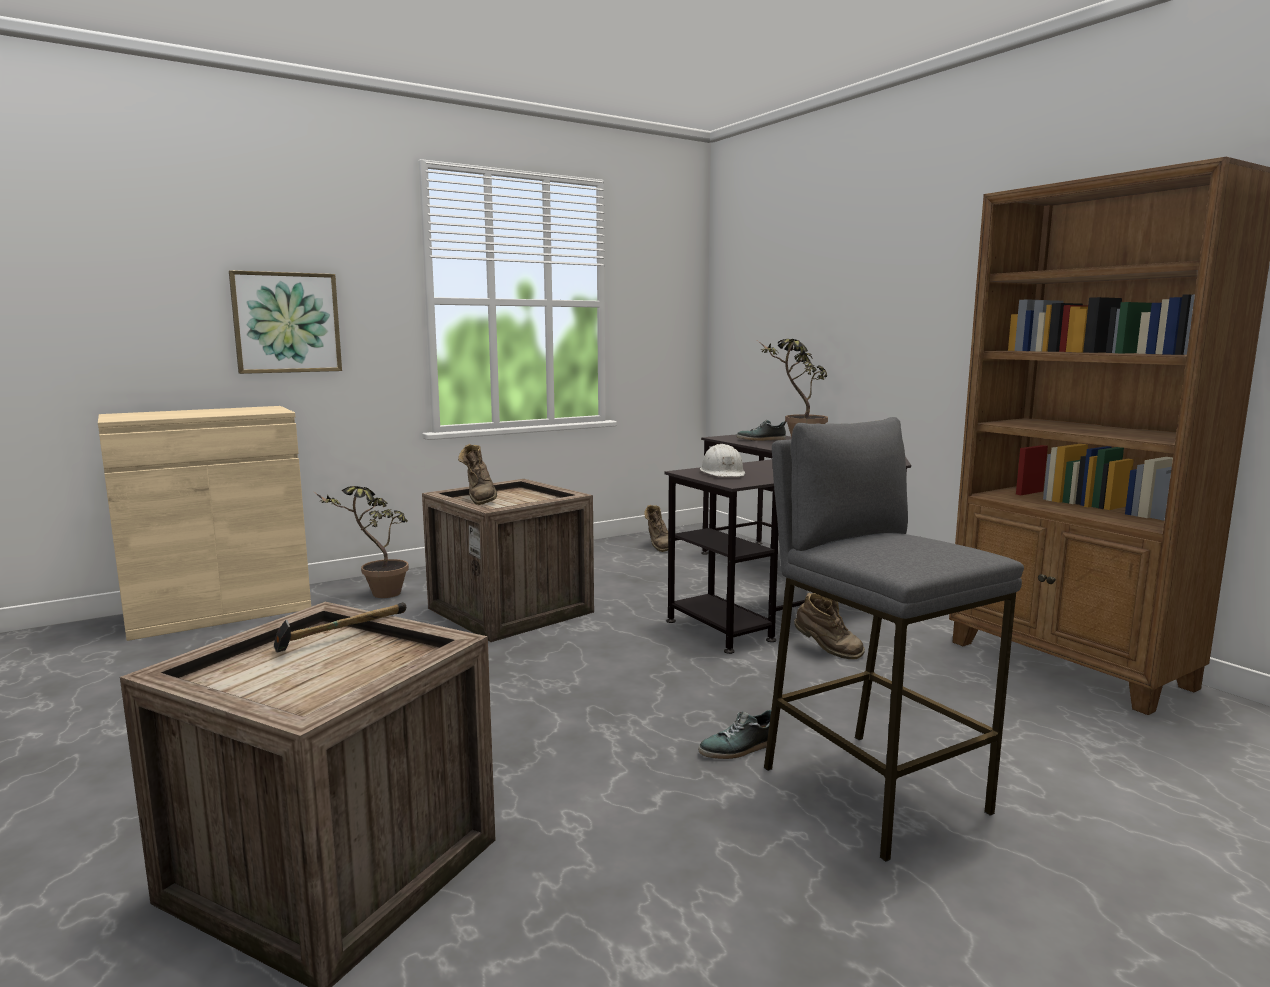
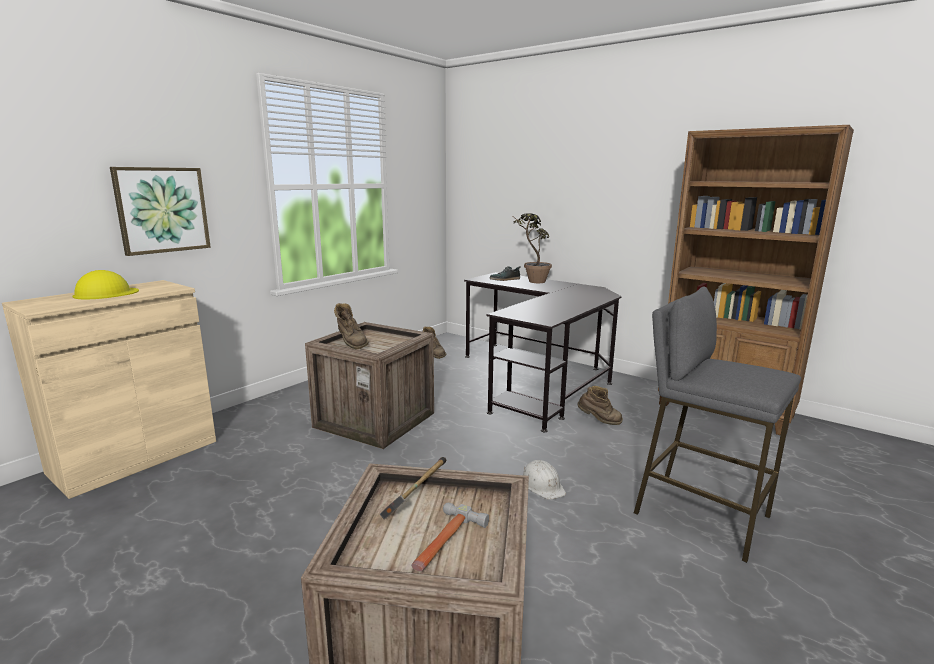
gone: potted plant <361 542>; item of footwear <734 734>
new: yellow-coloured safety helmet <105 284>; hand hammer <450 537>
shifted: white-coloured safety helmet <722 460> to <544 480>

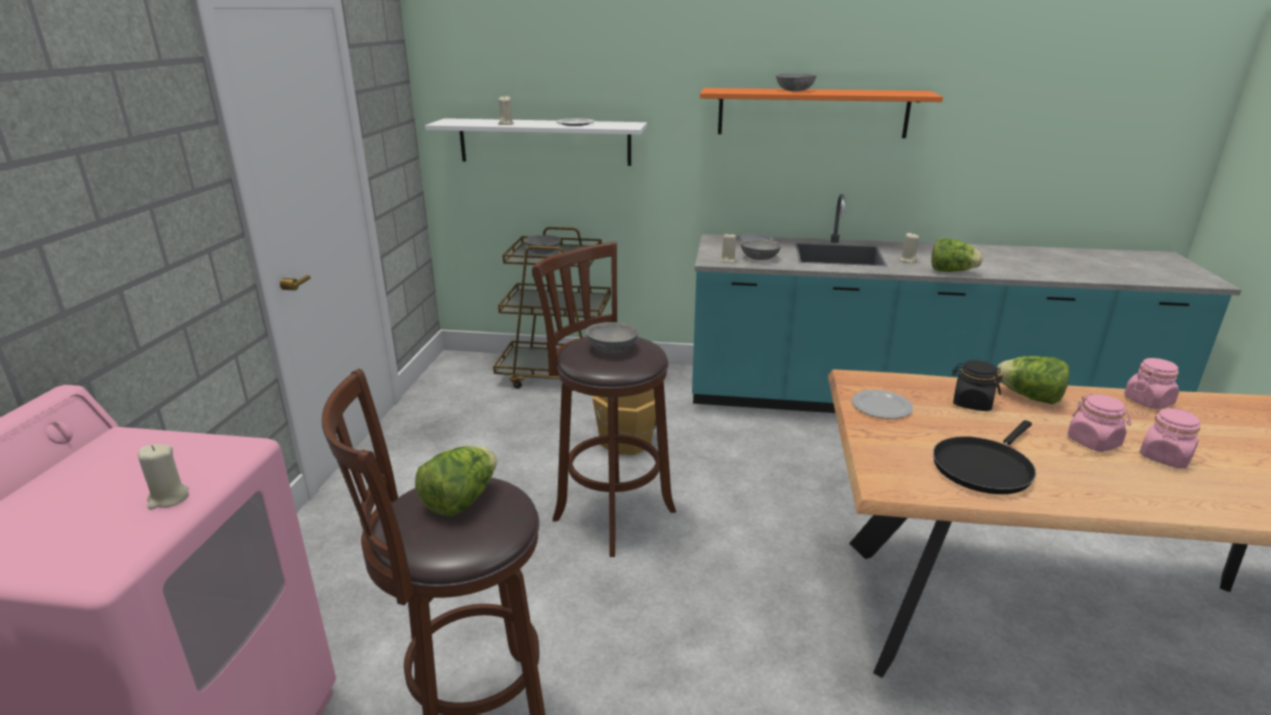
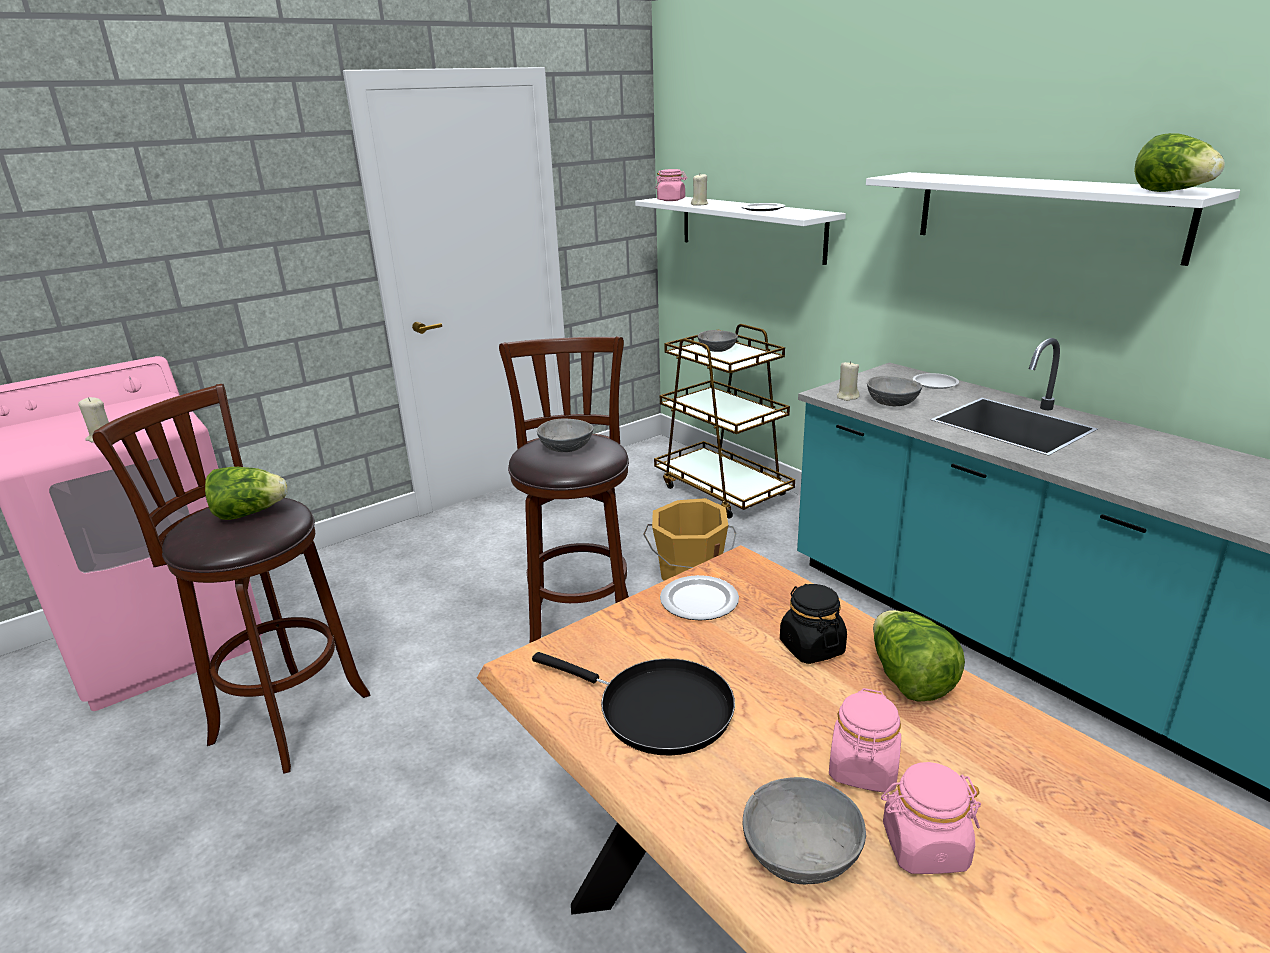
gone: beige wax candle <909 248>
shifted: pink jar <1151 383> to <671 185>; gray deep dish <796 82> to <804 830>; lettuce head <957 255> to <1179 162>
repainted: orangey bracket shelf <821 113> to white-coloured bracket shelf <1053 219>
rotated: blackish pan <984 457> = <633 704> 150 degrees counterclockwise

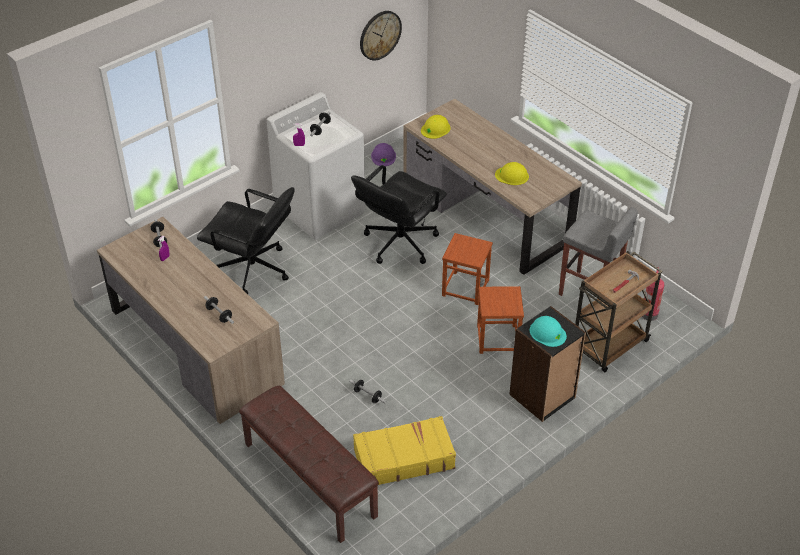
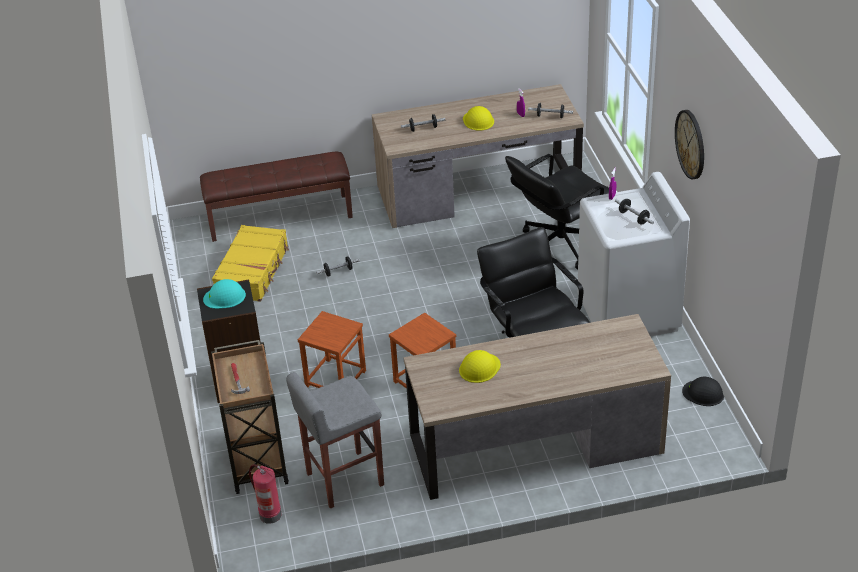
shifted: yellow-coloured safety helmet <436 127> to <478 118>; hanging clock <381 35> to <689 145>
repainted: purplish safety helmet <383 154> to blackish safety helmet <703 391>

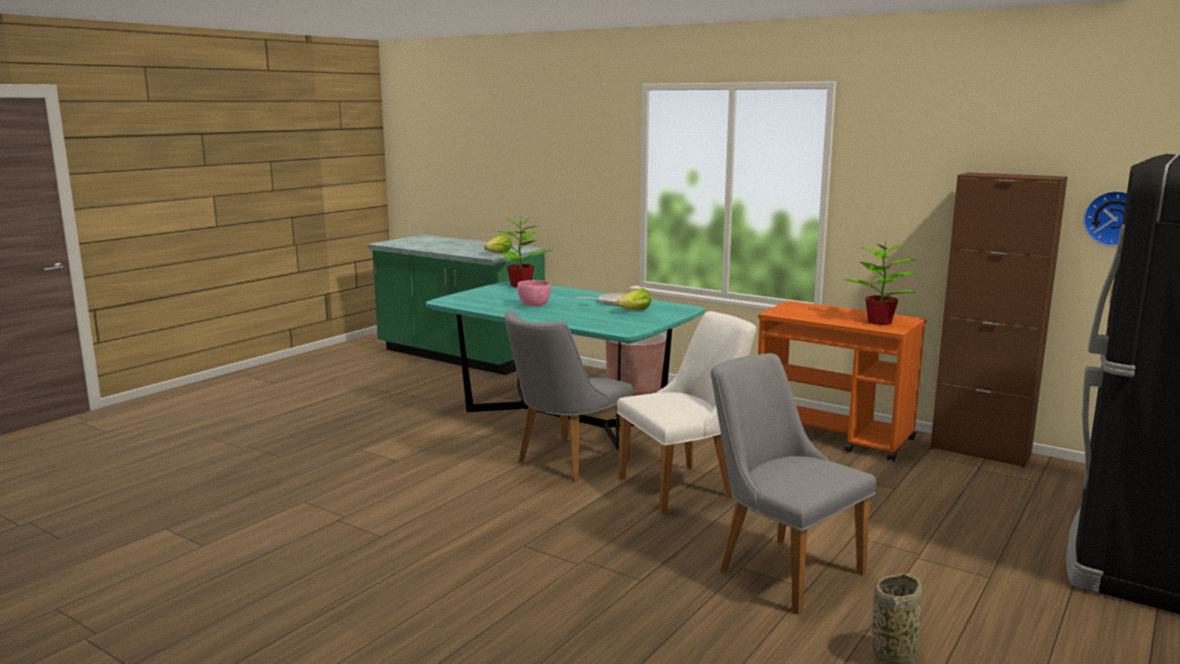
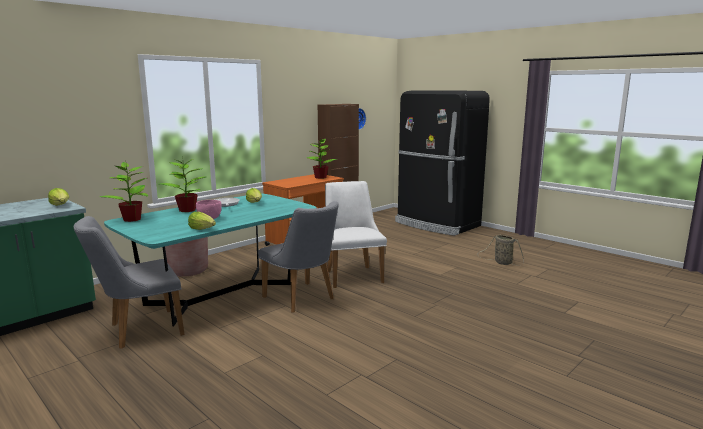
new: potted plant <183 184>; lettuce head <202 221>
shifted: gray chair <793 483> to <129 282>

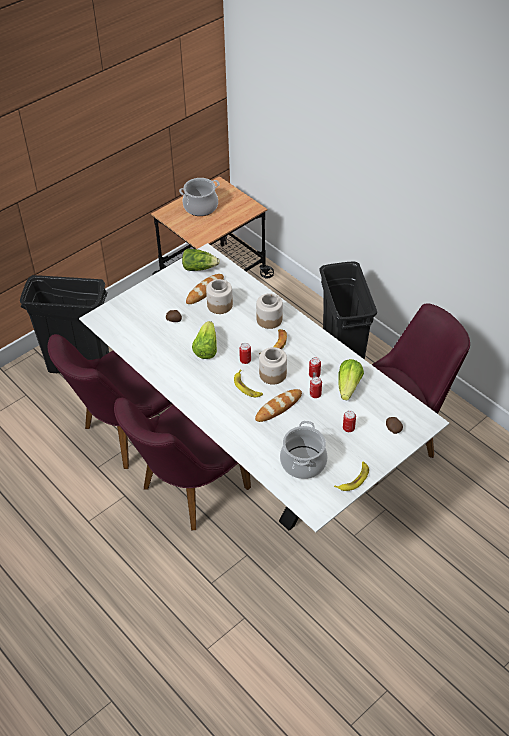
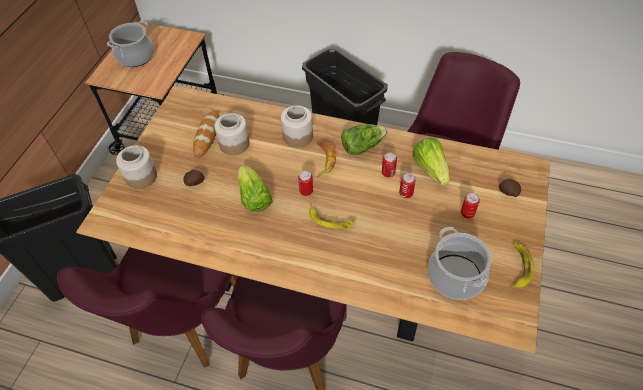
gone: bakery bread <278 405>
shifted: jar <273 365> to <136 167>; lettuce head <201 260> to <364 139>
repainted: white-coloured dinner table <264 387> to brown dinner table <313 220>

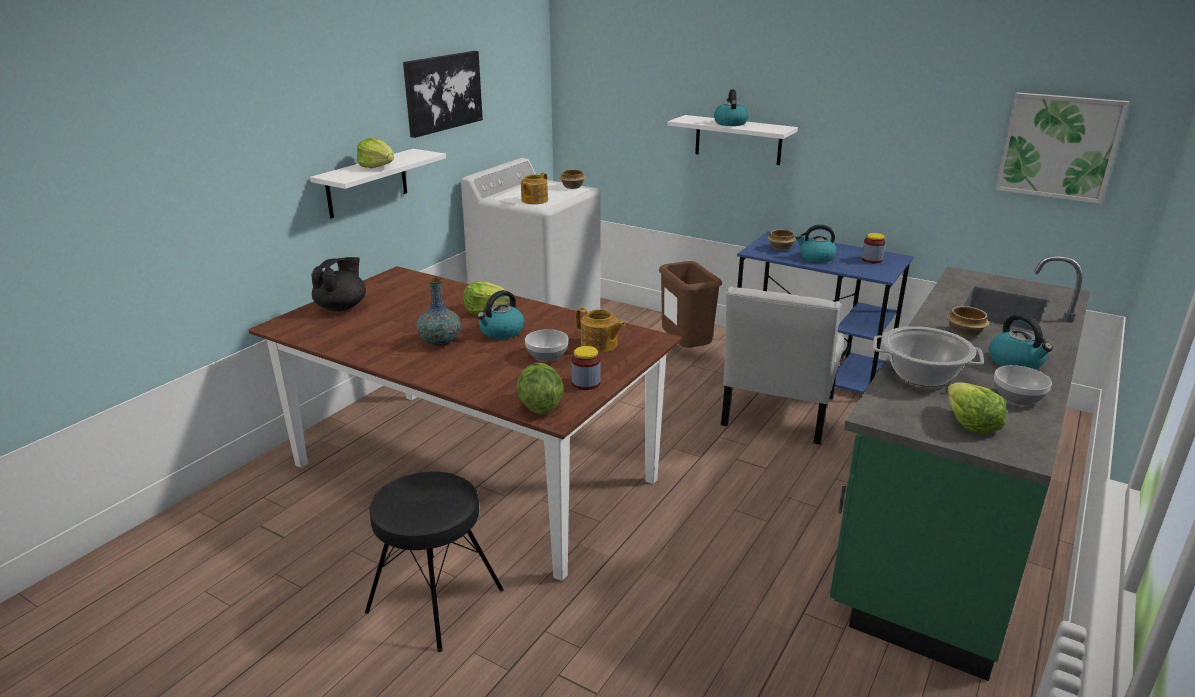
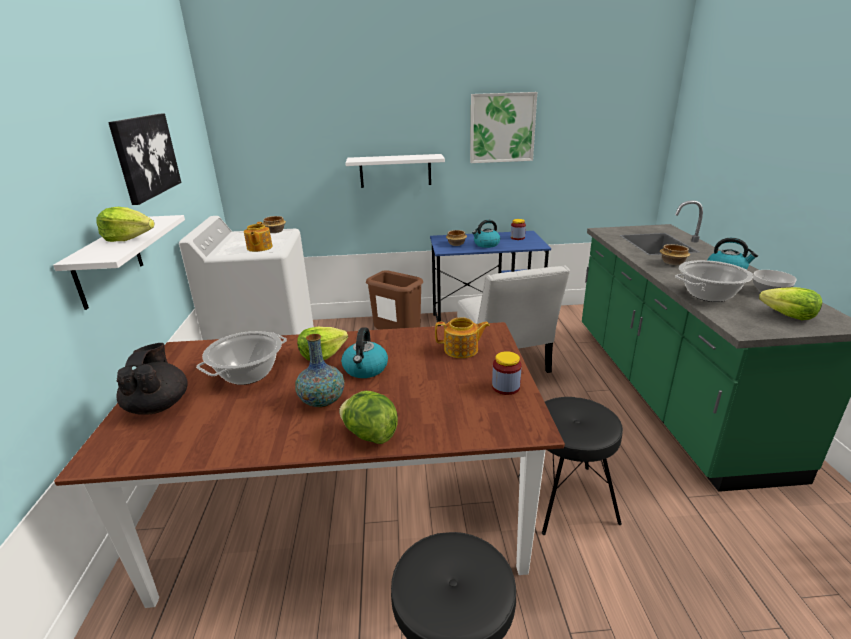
gone: deep dish <547 345>; tea kettle <731 107>
new: cooking pot <241 358>; blackish sitting stool <570 466>
shifted: lettuce head <540 388> to <368 417>; wall picture <1062 148> to <503 127>

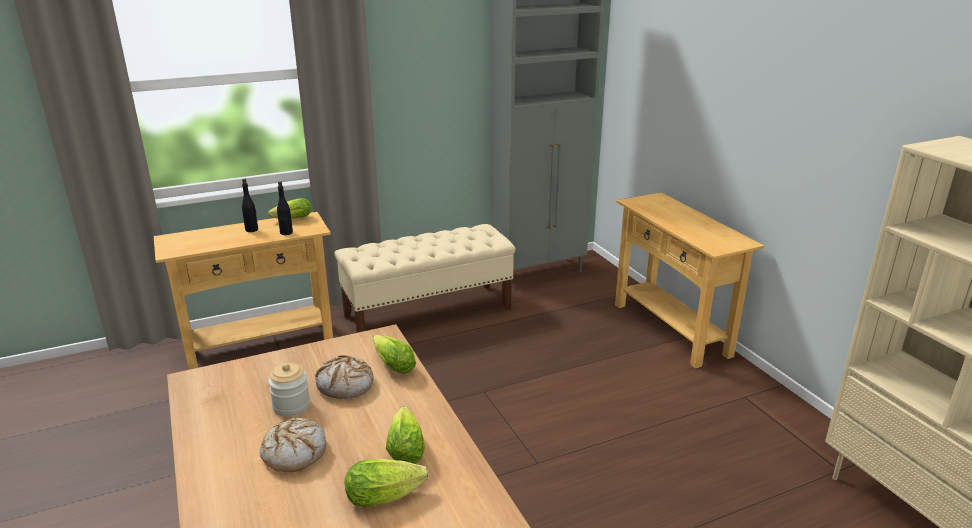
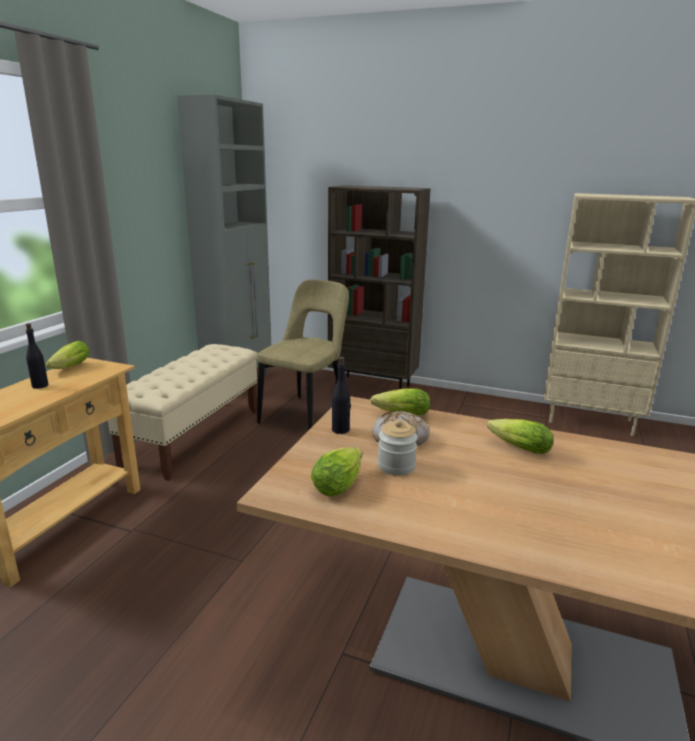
gone: bakery bread <293 445>
new: beige chair <303 355>
shifted: lettuce head <386 483> to <337 471>; blackish drink bottle <285 208> to <341 395>
swapped: beige hall table <689 280> to brown shelving unit <379 287>

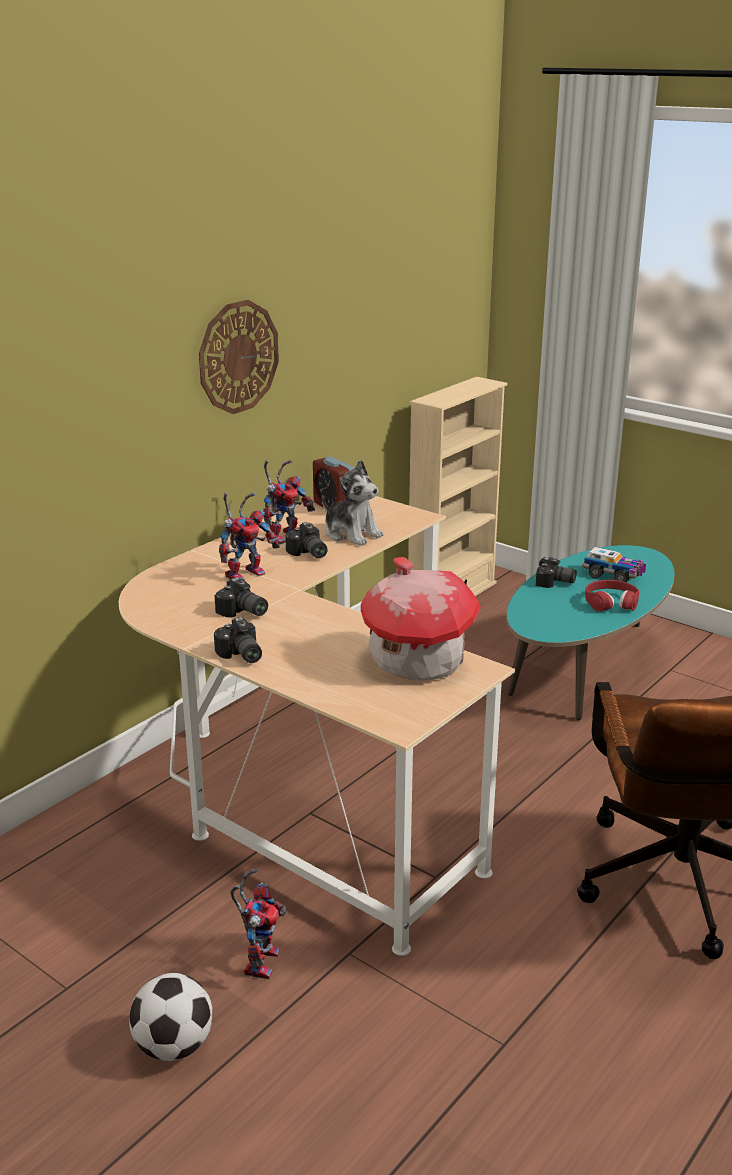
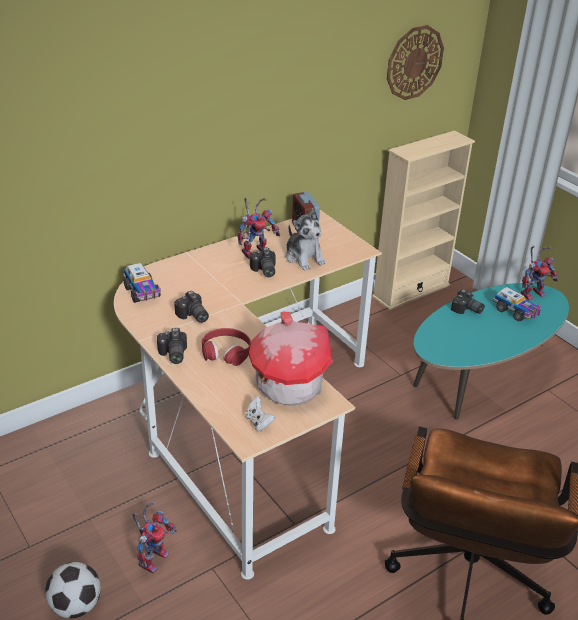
new: toy lorry <142 283>; white-coloured gamepad <260 413>
shifted: red pair of headphones <612 596> to <226 347>; hanging clock <239 357> to <415 62>; toy robot <249 537> to <539 273>

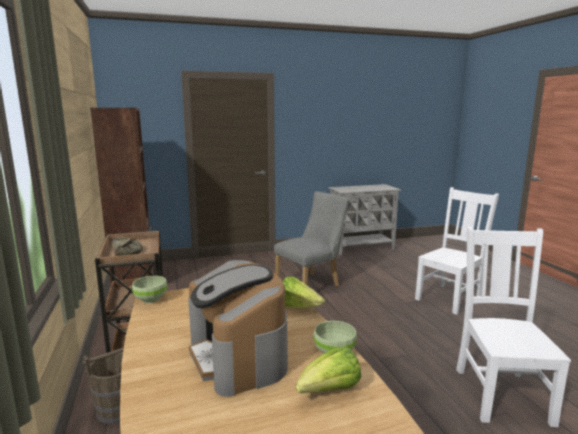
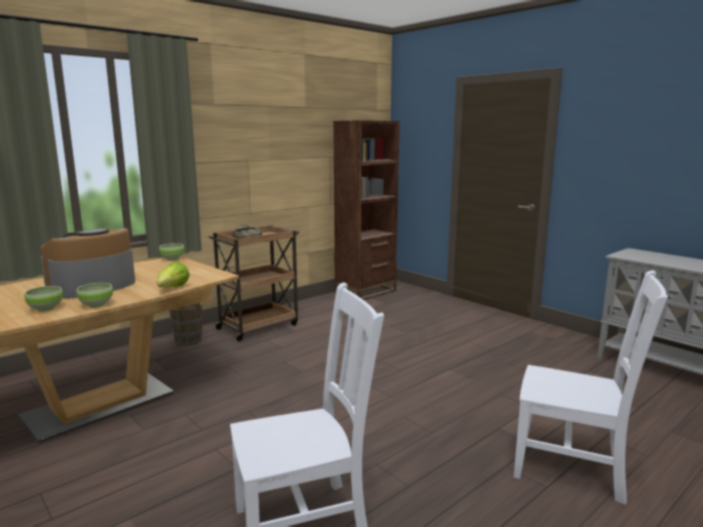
gone: gray chair <311 239>
swapped: lettuce head <328 370> to green deep dish <43 299>

